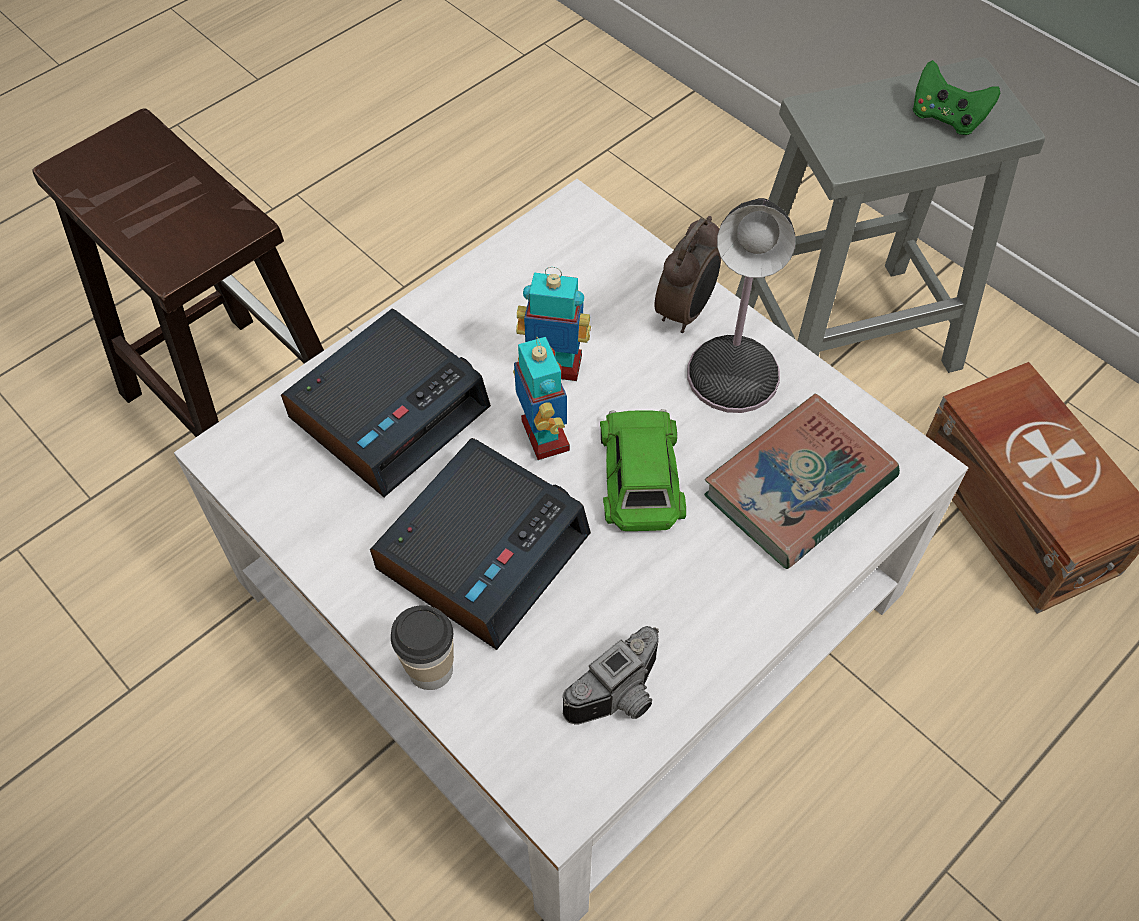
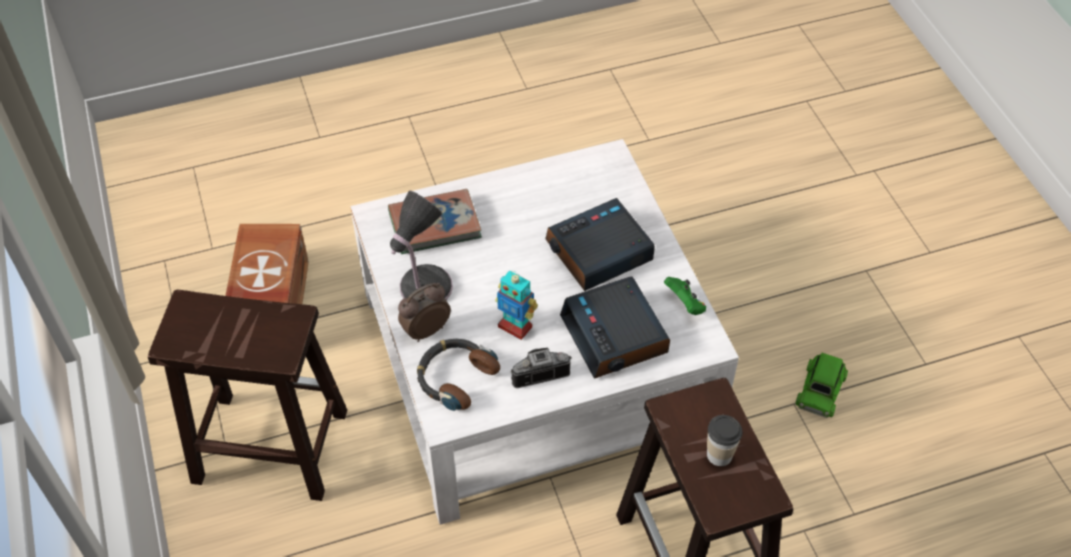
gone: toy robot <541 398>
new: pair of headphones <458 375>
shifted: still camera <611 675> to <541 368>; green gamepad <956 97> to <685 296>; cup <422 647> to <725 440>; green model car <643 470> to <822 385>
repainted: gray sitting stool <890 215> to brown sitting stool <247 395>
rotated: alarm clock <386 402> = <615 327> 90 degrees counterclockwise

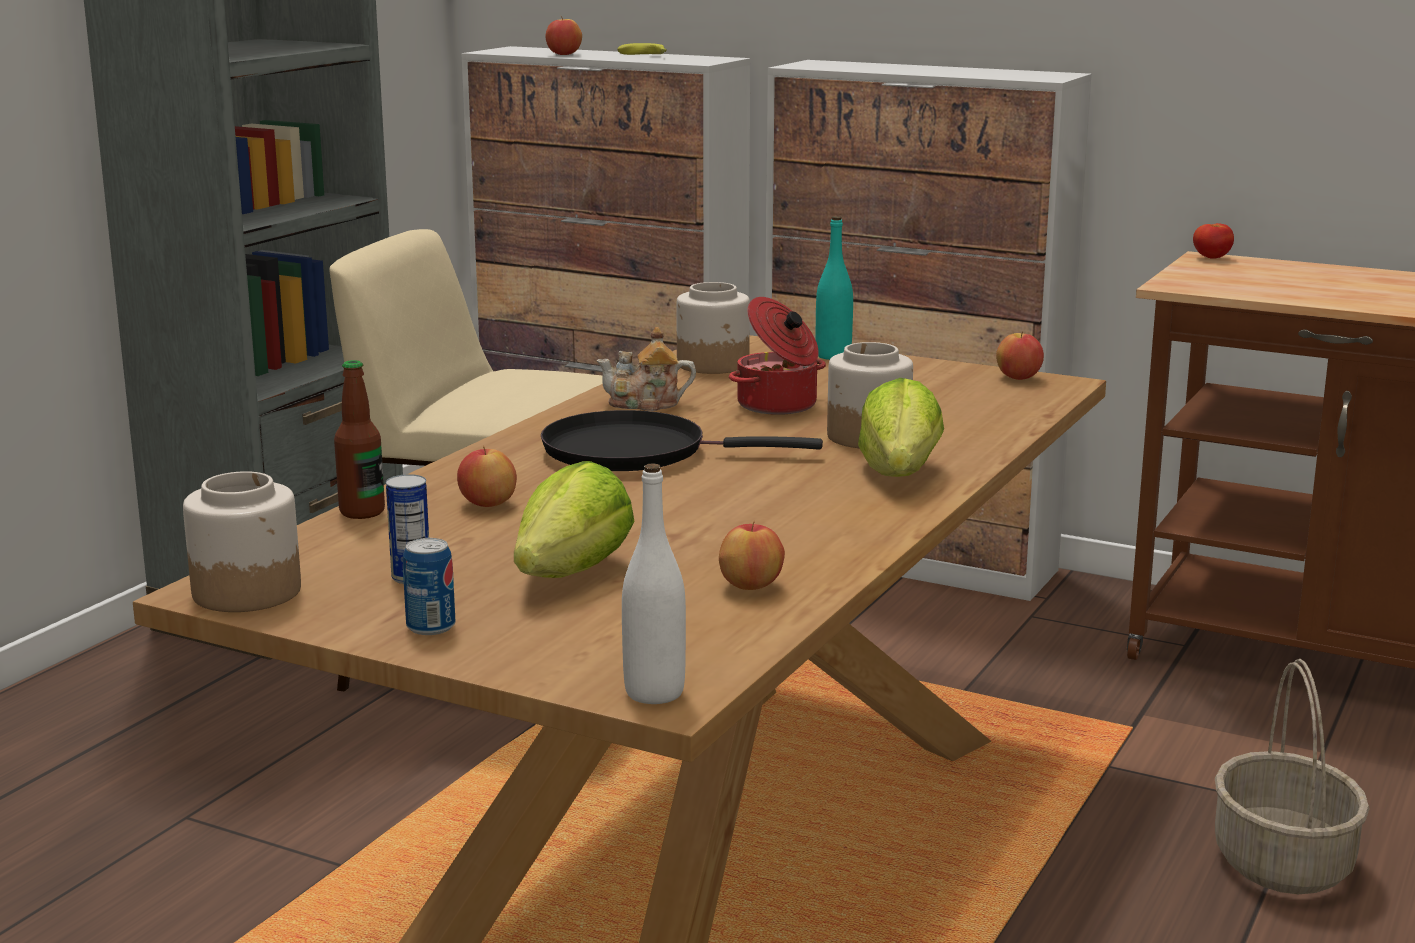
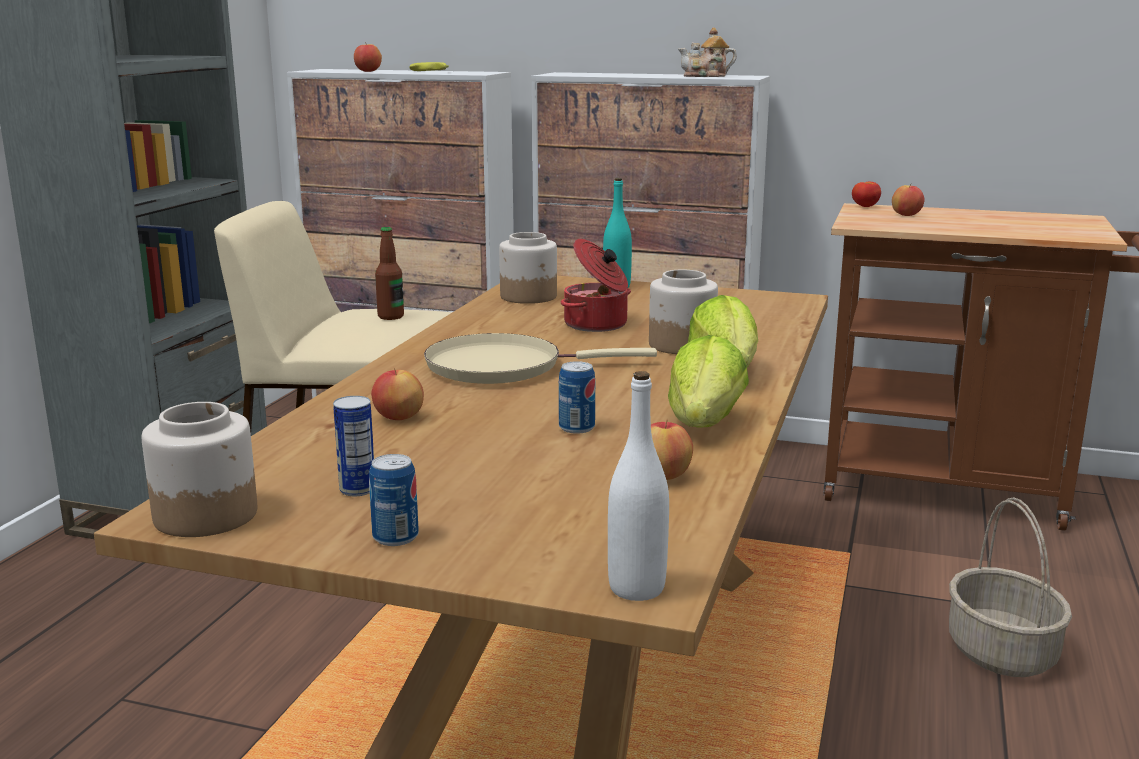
new: can <577 397>
shifted: drink bottle <359 439> to <389 273>; lettuce head <574 519> to <708 381>; tea pot <646 369> to <707 52>; apple <1020 356> to <908 200>
repainted: blackish pan <682 440> to beige pan <540 358>

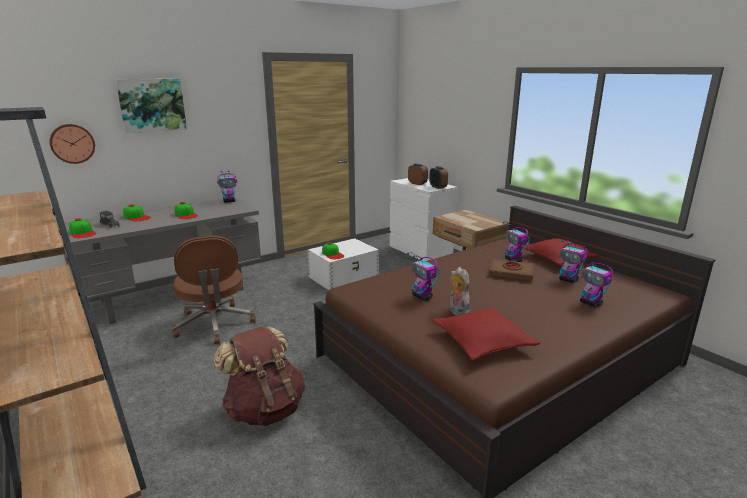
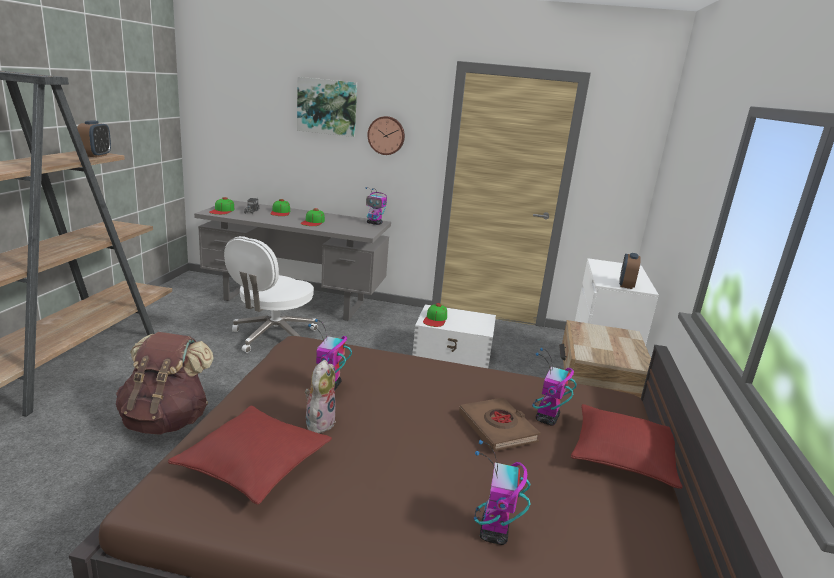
gone: toy robot <573 261>
shifted: alarm clock <418 174> to <94 138>; hanging clock <72 144> to <386 135>
repainted: brown office chair <213 290> to white-coloured office chair <271 294>

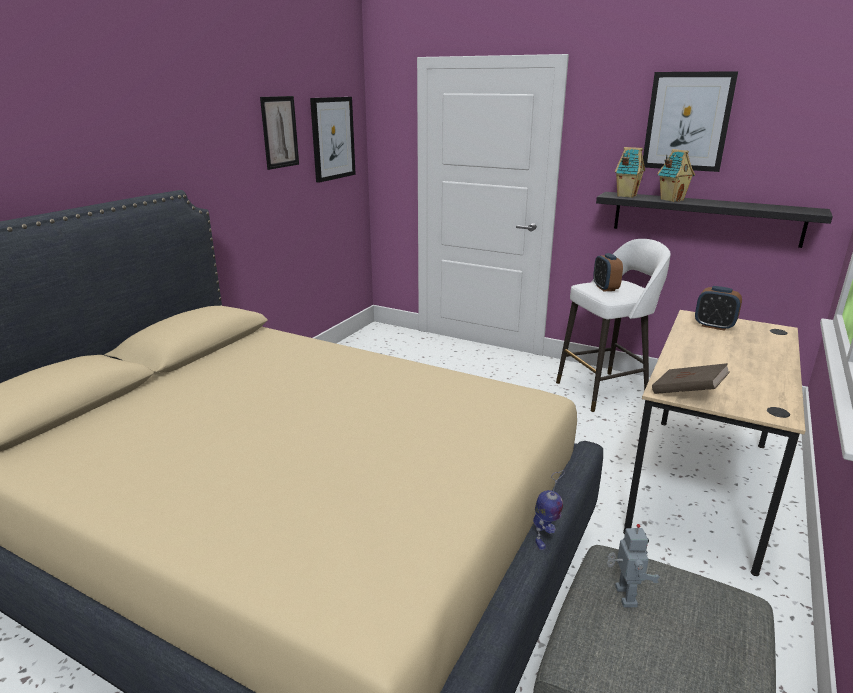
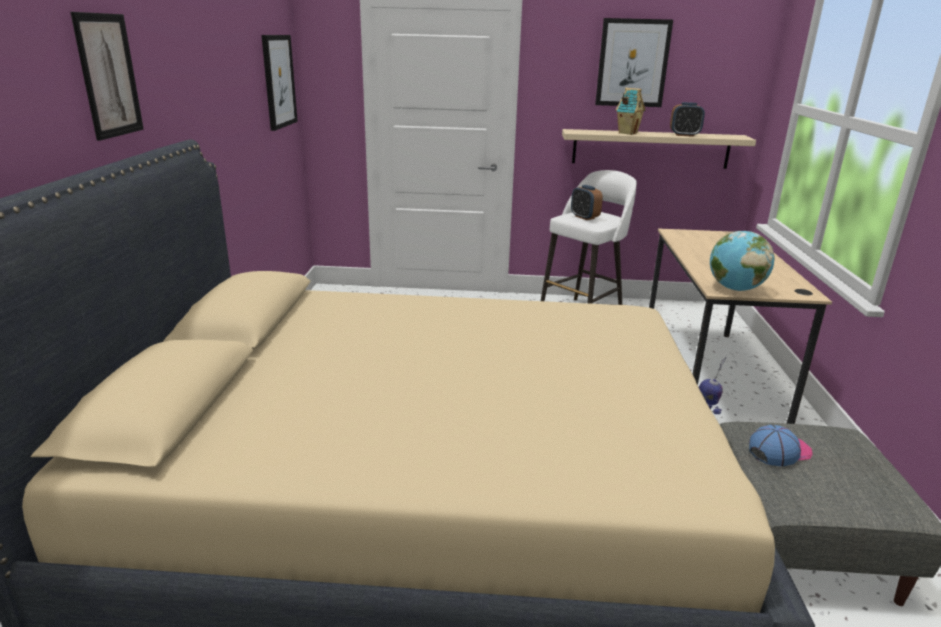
gone: miniature house <630 172>
shifted: wall picture <279 133> to <107 76>; alarm clock <718 308> to <687 119>
swapped: brown volume <691 378> to globe <742 261>; toy robot <633 565> to peaked cap <781 446>
repainted: blackish bracket shelf <714 220> to beige bracket shelf <659 149>

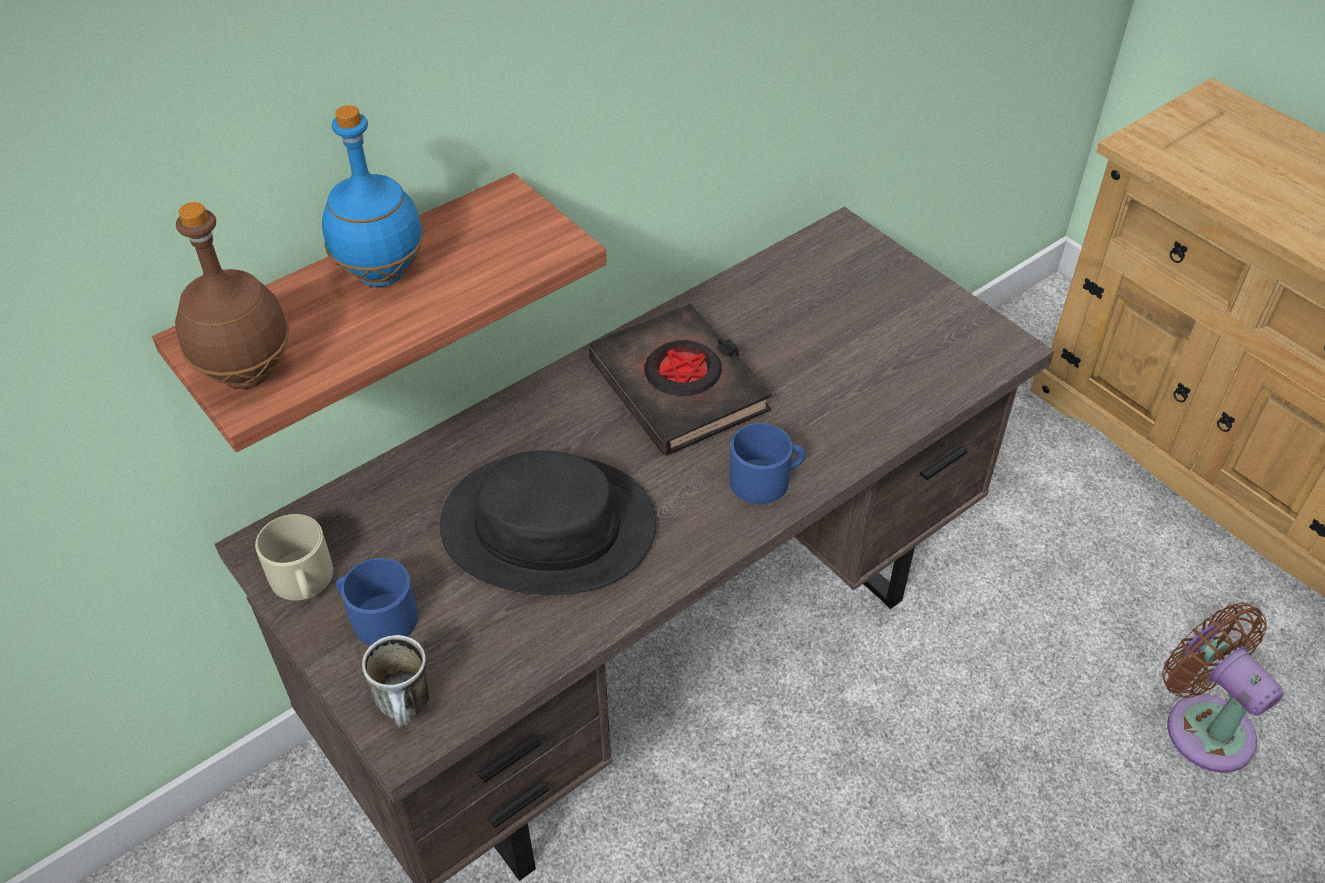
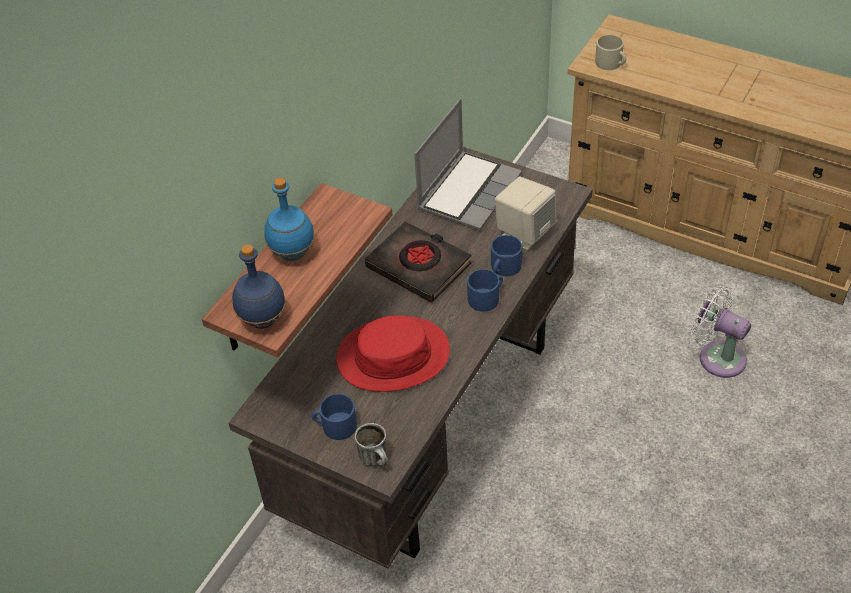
new: notebook computer <468 164>; blue mug <506 255>; beige audio speaker <525 213>
shifted: beige mug <294 557> to <610 52>
repainted: brown drink bottle <232 295> to blue drink bottle <259 287>; blackish hat <548 522> to red hat <393 353>; brown cooling fan <1223 688> to white-coloured cooling fan <721 332>

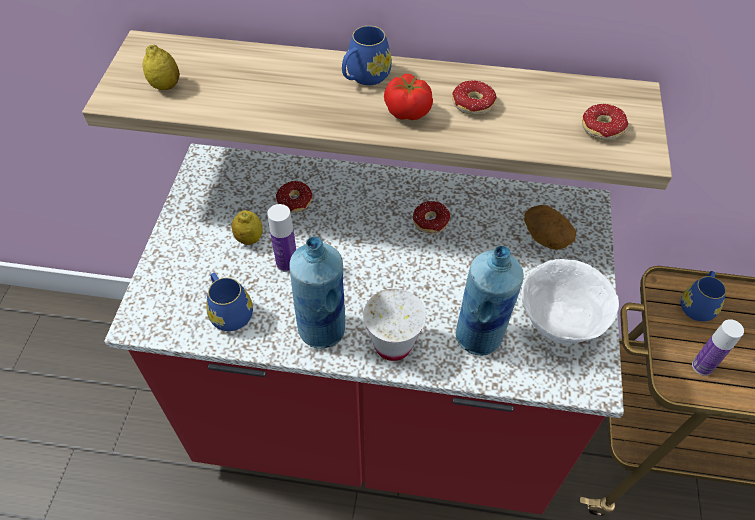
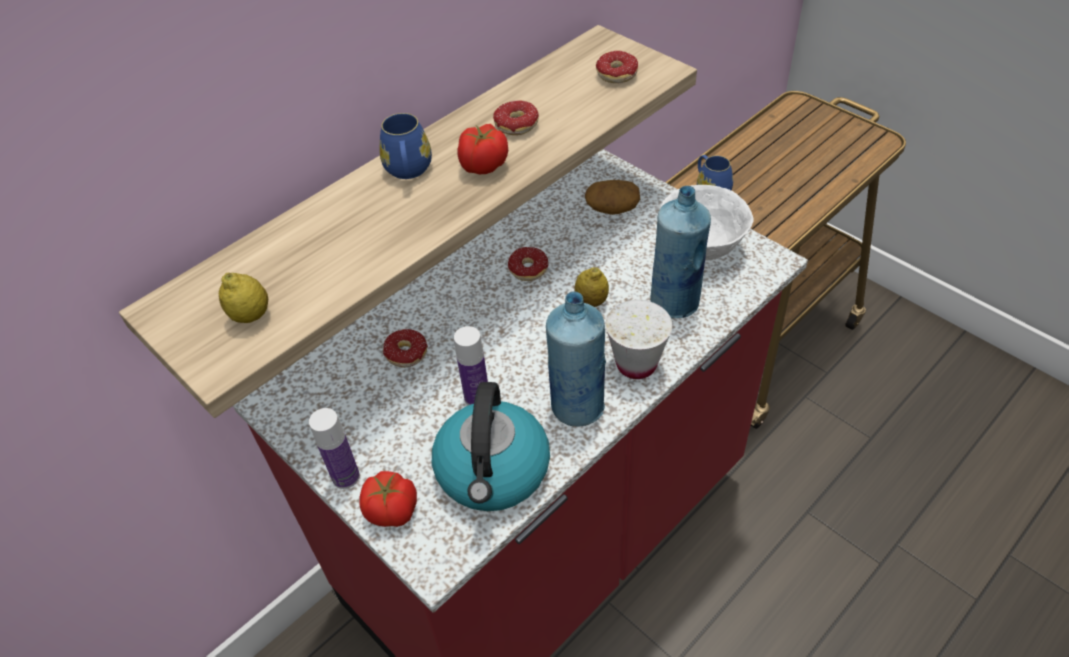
new: fresh tomato <388 499>
shifted: drink bottle <718 347> to <334 448>; lemon <247 227> to <591 287>
swapped: blue mug <229 302> to tea kettle <491 446>

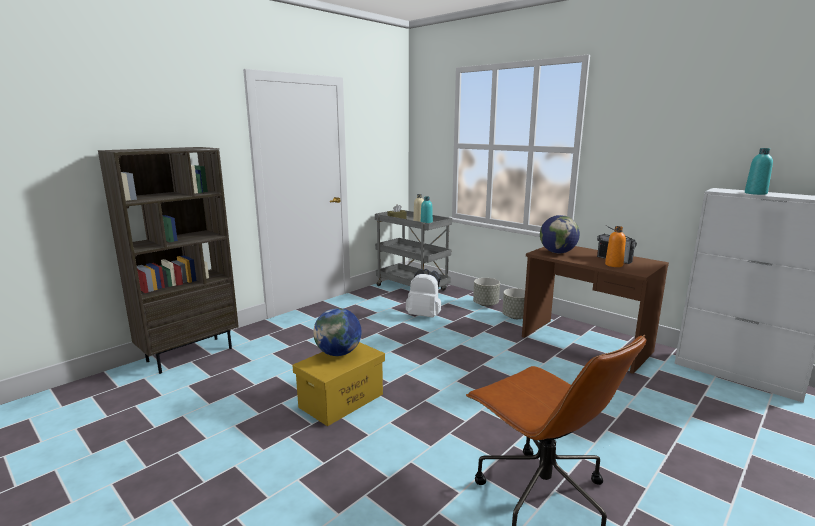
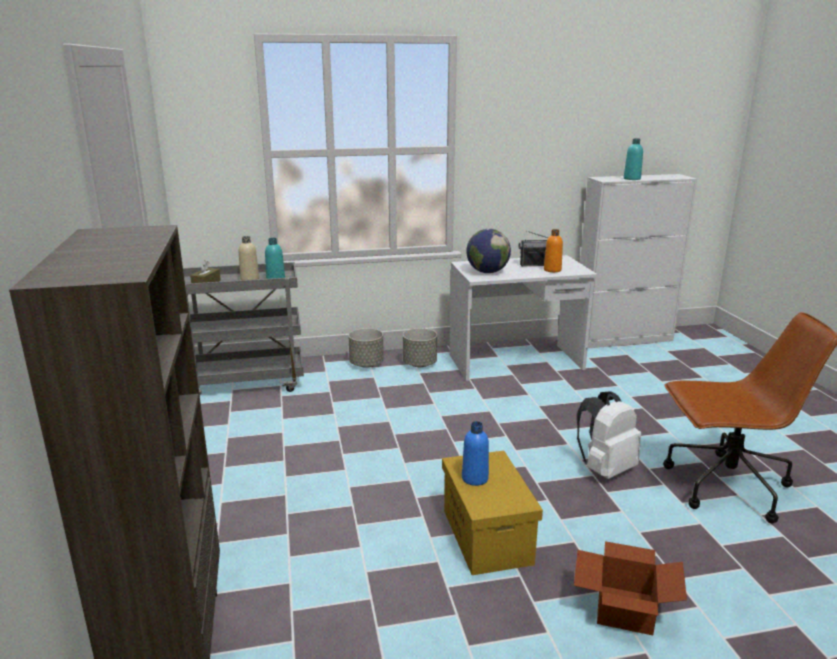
new: cardboard box <630 588>
shifted: white-coloured rucksack <423 293> to <609 435>
swapped: globe <337 332> to blue drink bottle <475 453>
repainted: brown desk table <595 310> to white-coloured desk table <523 318>

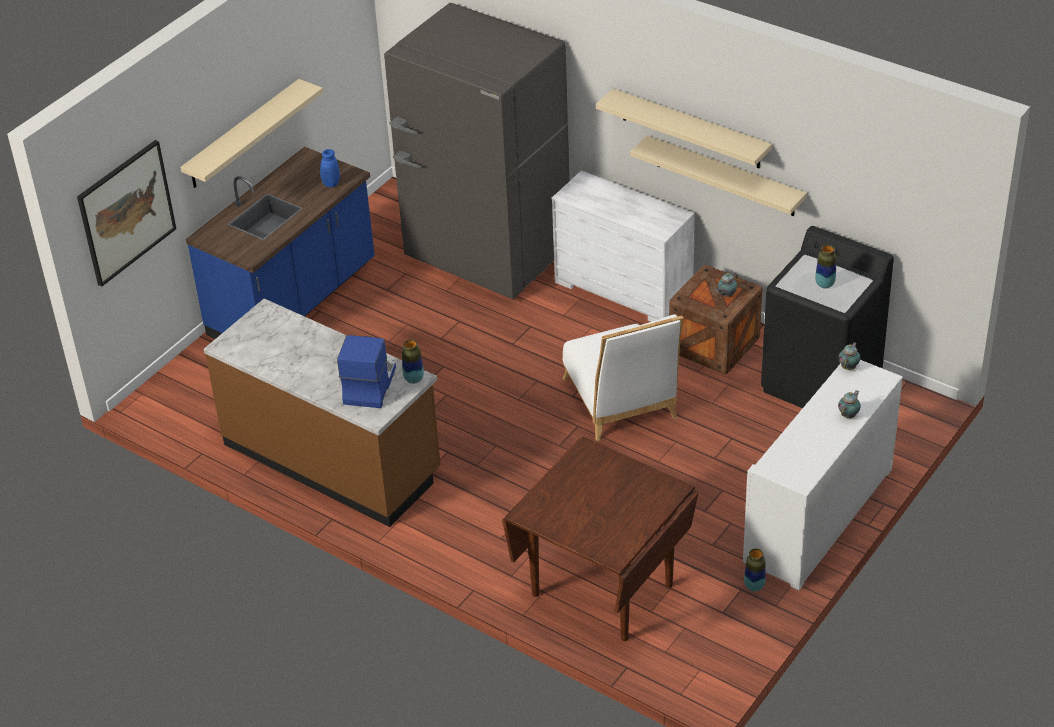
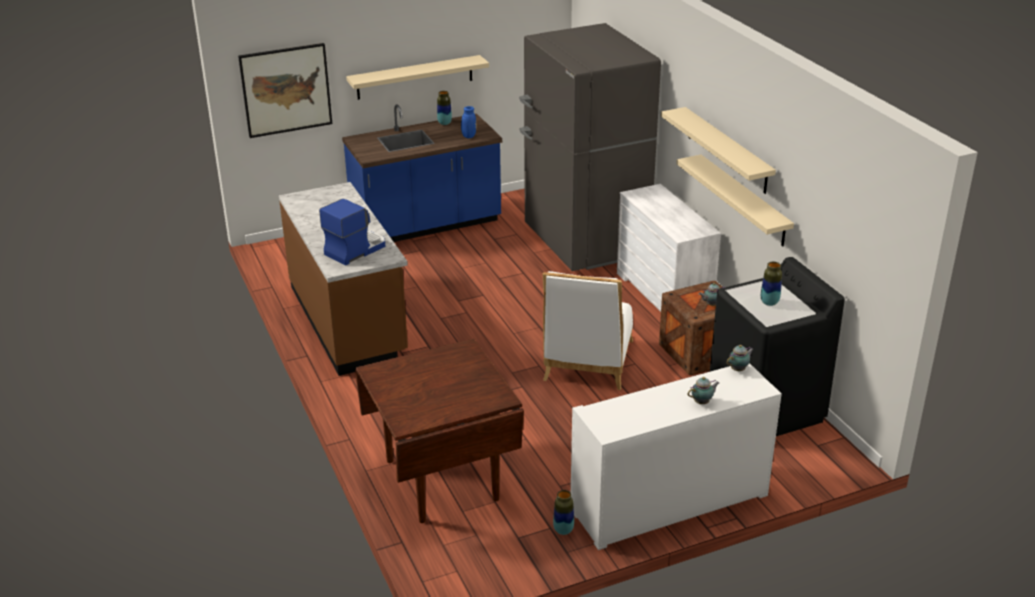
shifted: flower vase <413 361> to <444 108>

